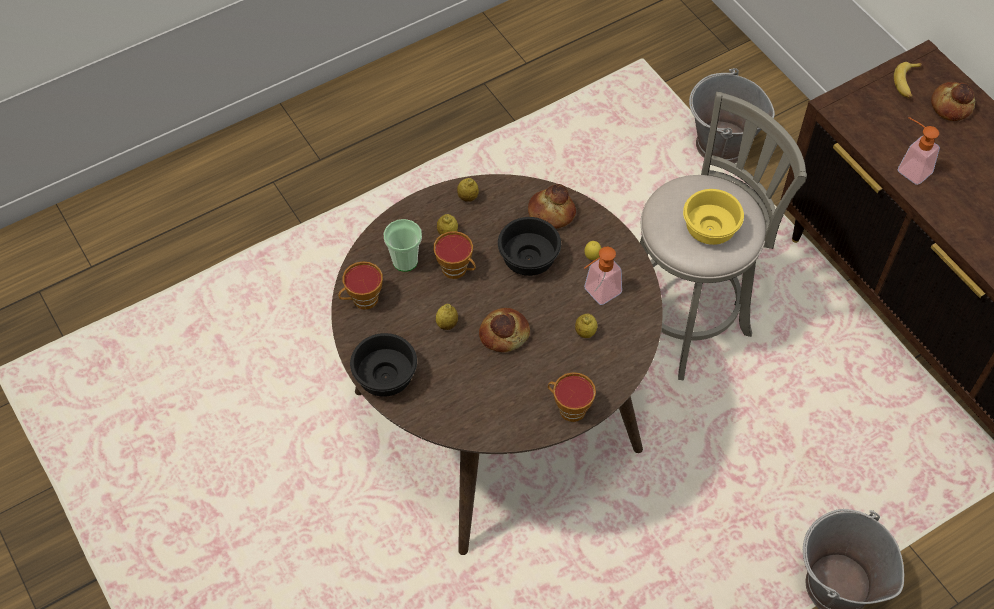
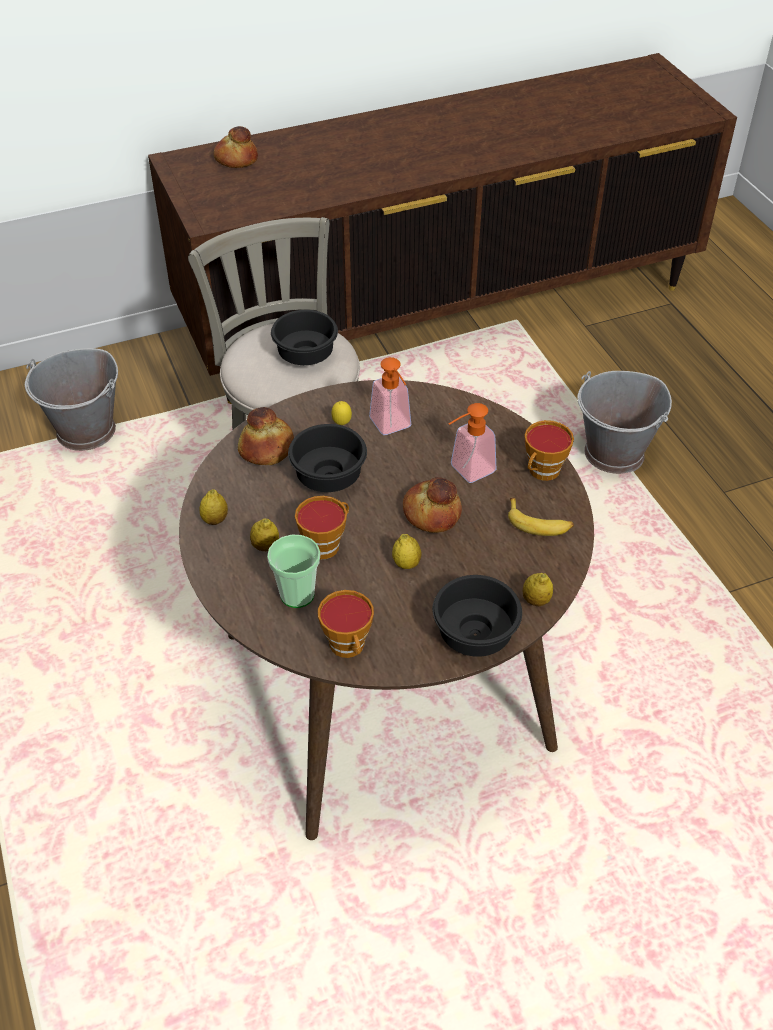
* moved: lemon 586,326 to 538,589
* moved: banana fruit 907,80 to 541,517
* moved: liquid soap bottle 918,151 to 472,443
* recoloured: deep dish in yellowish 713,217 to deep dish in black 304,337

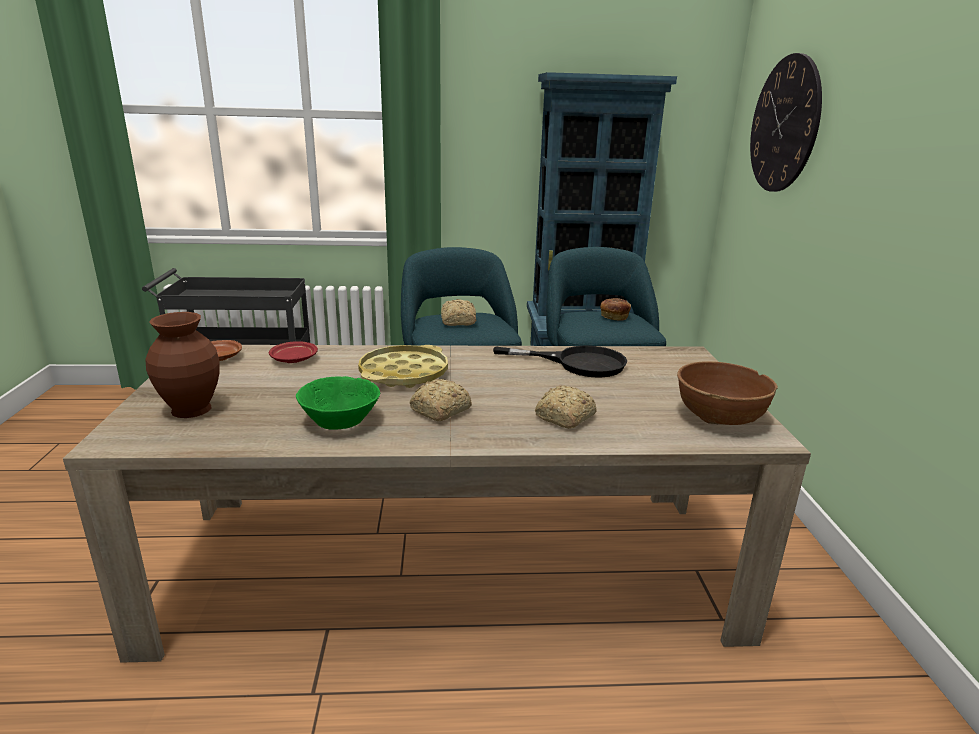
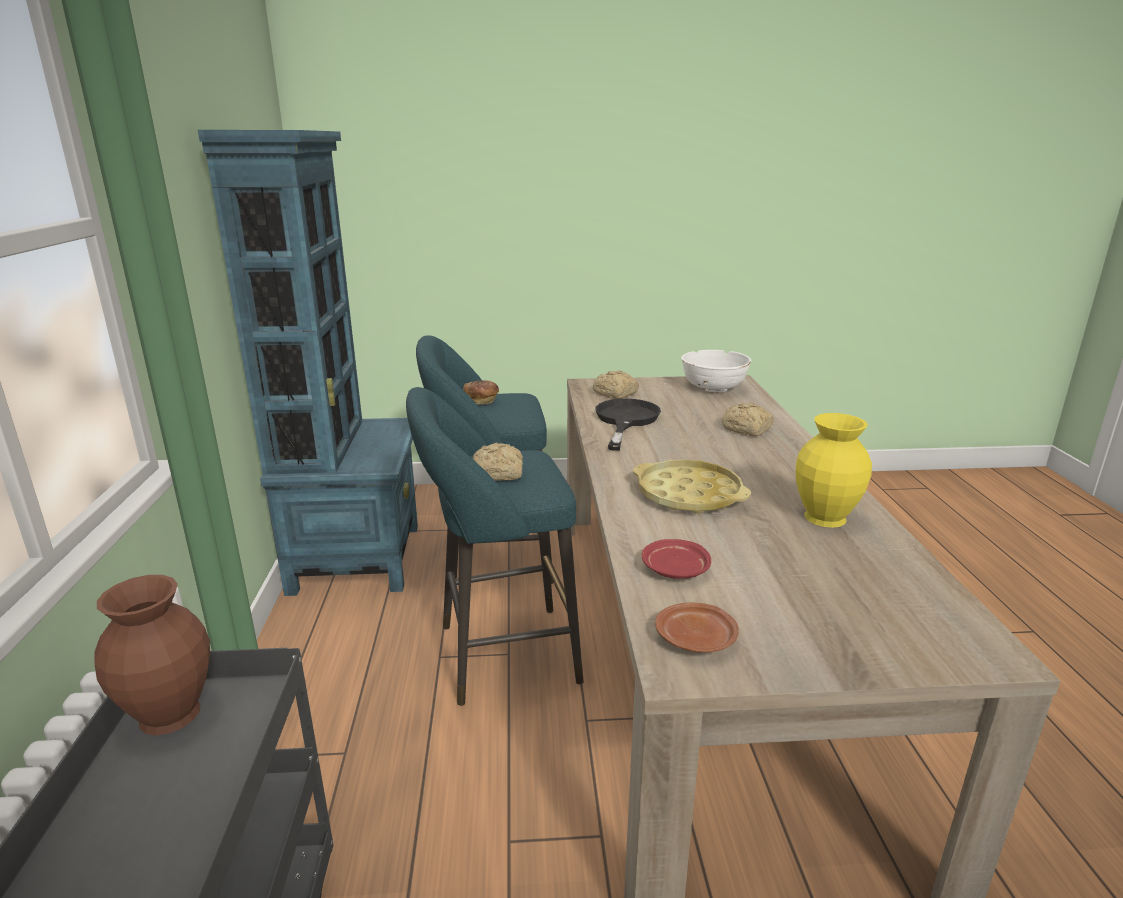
* removed: hanging clock 786,122
* moved: vase in brown-coloured 182,365 to 152,655
* moved: bread 440,400 to 616,384
* replaced: deep dish in green-coloured 338,403 to vase in yellowish 834,470
* recoloured: deep dish in brown-coloured 727,393 to deep dish in white-coloured 716,371

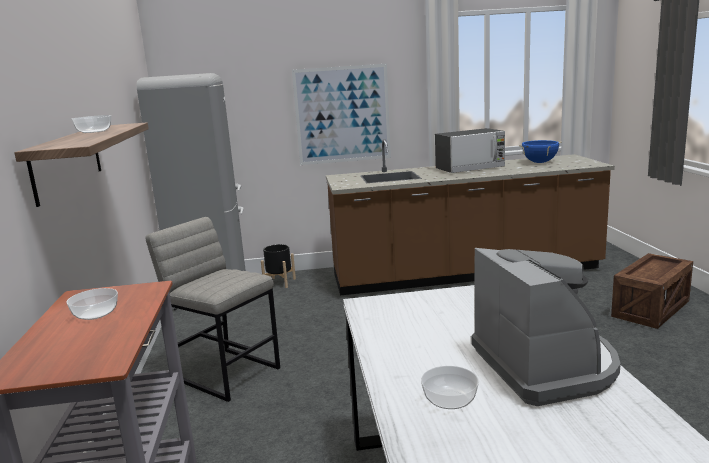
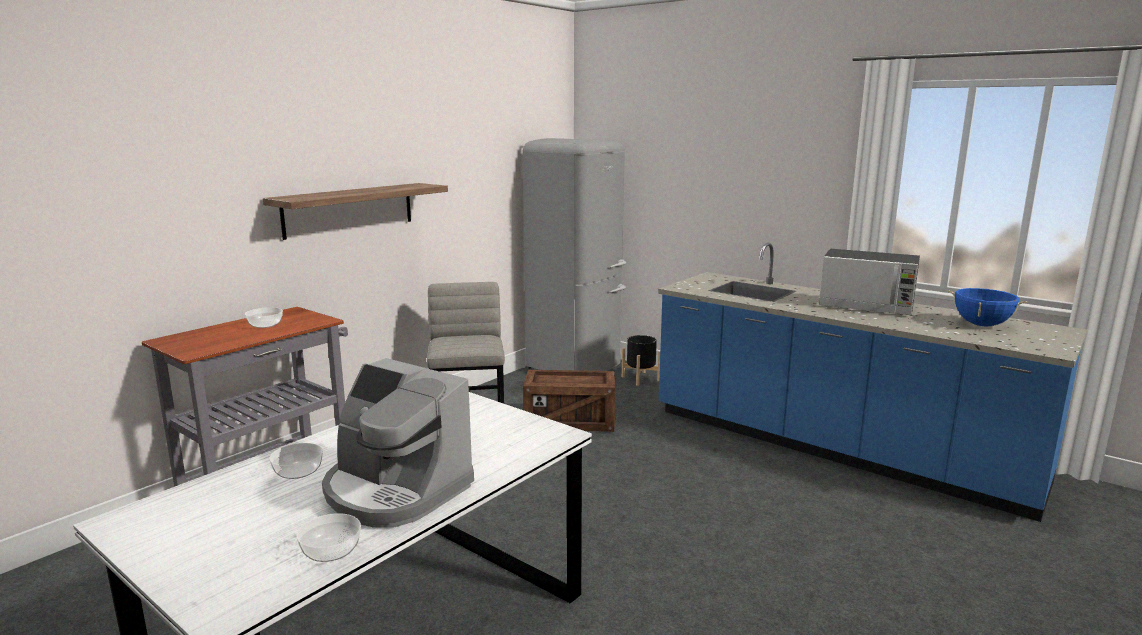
* removed: wall picture 341,114
* moved: deep dish 91,124 to 328,537
* moved: packing crate 652,291 to 569,401
* recoloured: kitchen counter in brown-coloured 470,217 to kitchen counter in blue 872,382
* turned: coffee maker 546,327 = 398,443 90 degrees clockwise

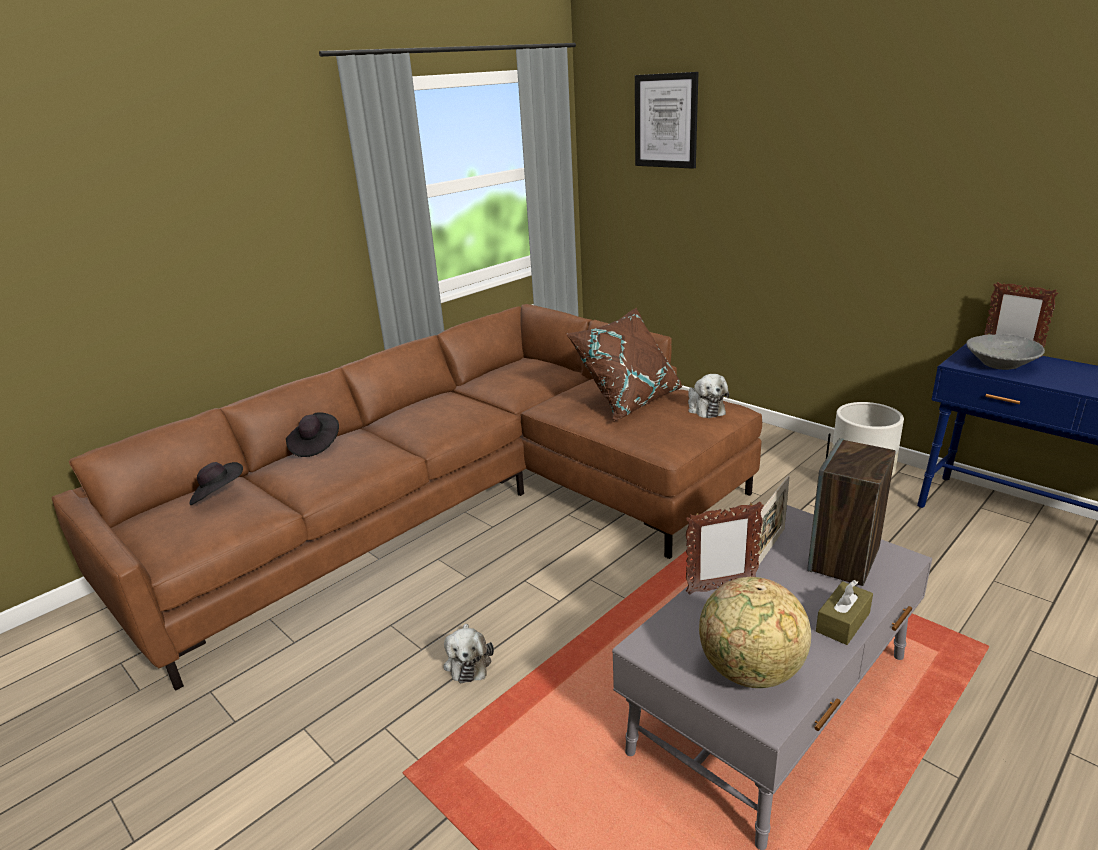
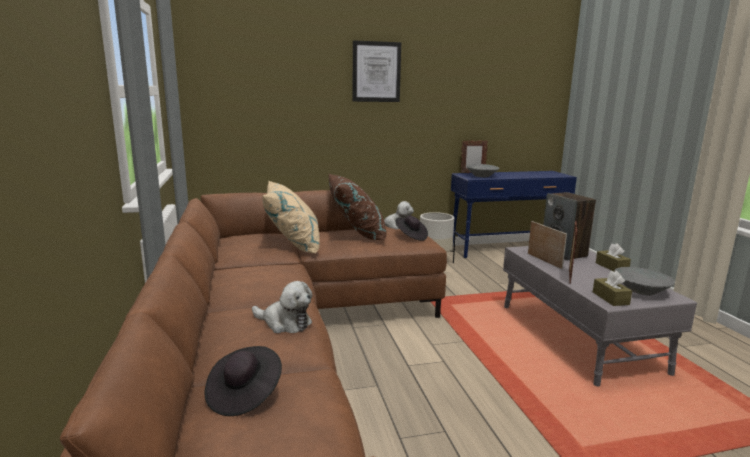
* added: cushion in sand-coloured 291,217
* added: tissue holder in brown-coloured 612,288
* moved: wearable hat in black 312,434 to 412,228
* moved: soft toy 468,653 to 282,307
* moved: wall picture 666,120 to 377,71
* replaced: globe 755,632 to deep dish in gray 644,281

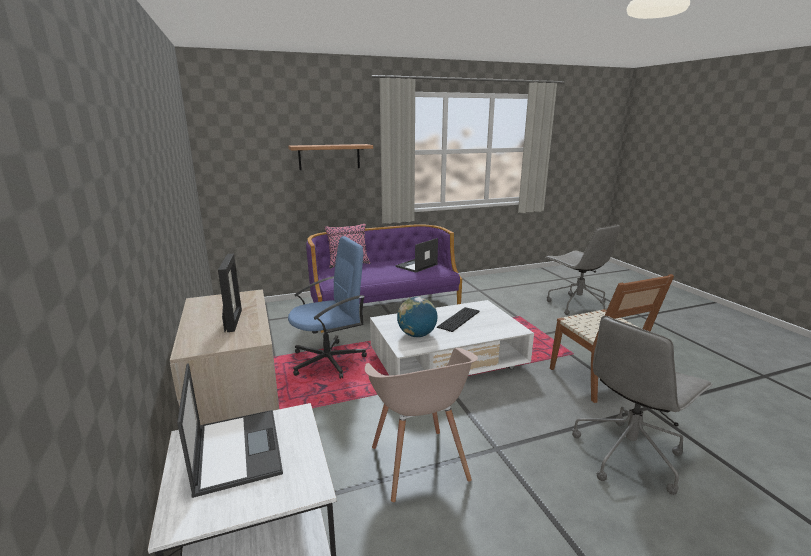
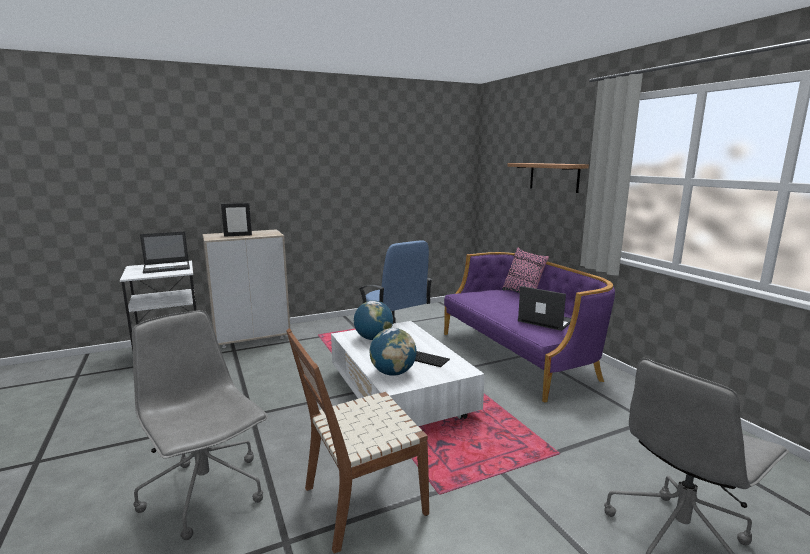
* removed: plain chair in sand-coloured 421,425
* added: globe 393,352

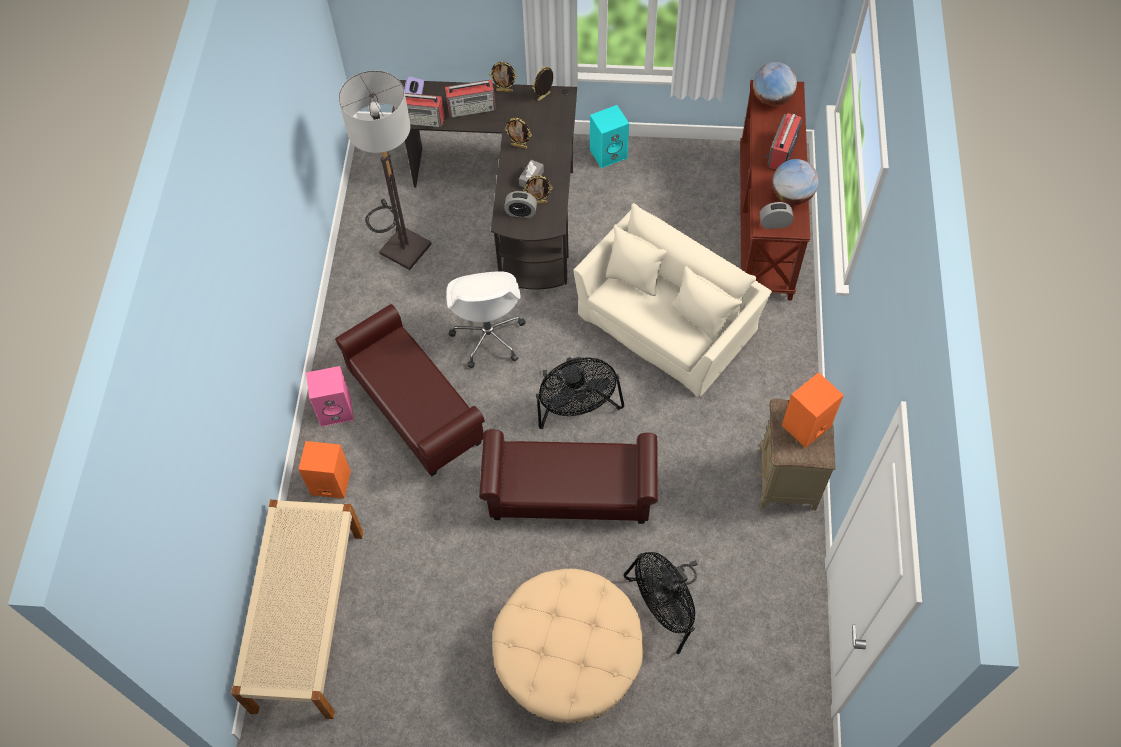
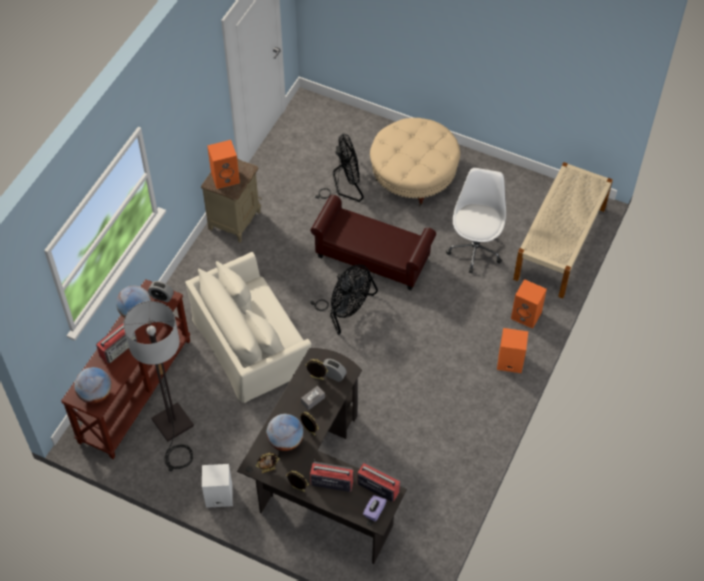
* removed: pouffe in brown-coloured 410,390
* added: globe 285,432
* moved: standard lamp 385,170 to 158,387
* moved: desk chair in white-coloured 486,319 to 476,220
* recoloured: audio speaker in pinkish 330,396 to audio speaker in orangey 512,350
* recoloured: audio speaker in turquoise-coloured 609,136 to audio speaker in white-coloured 217,486
* turned: electric fan in black 580,393 = 344,300 120 degrees clockwise

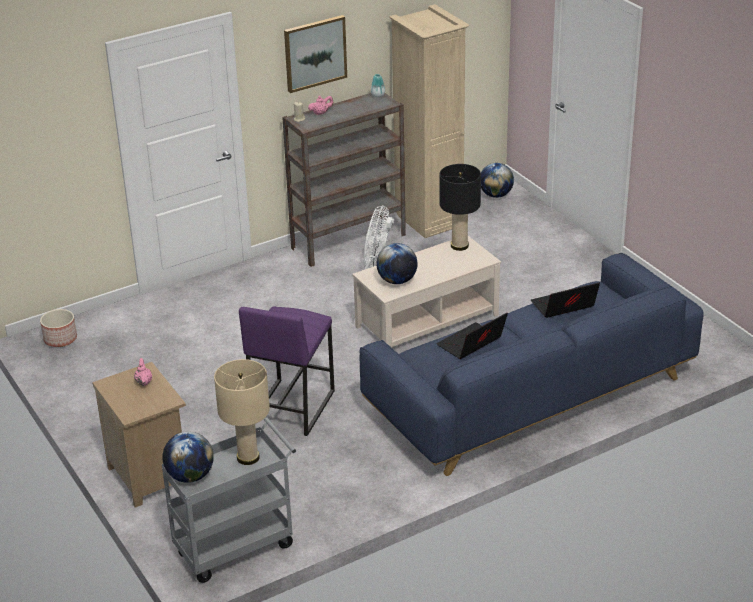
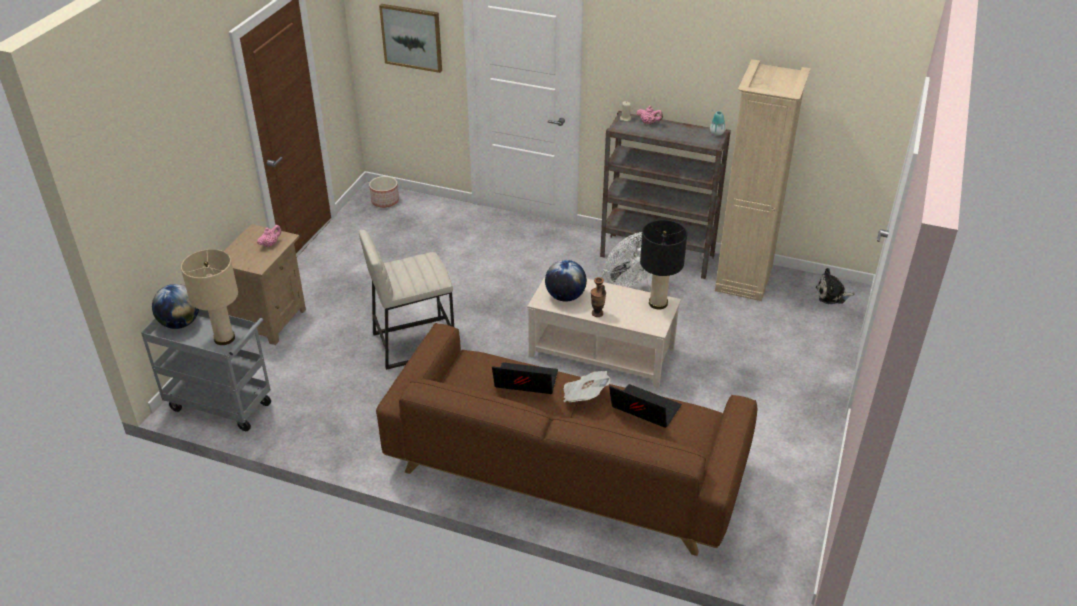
* added: daily paper 587,386
* added: vase 598,297
* moved: wall picture 315,54 to 410,38
* replaced: globe 497,180 to soft toy 835,286
* recoloured: stool seat in purplish 287,371 to stool seat in sand-coloured 406,300
* recoloured: sofa in blue 532,364 to sofa in brown-coloured 566,439

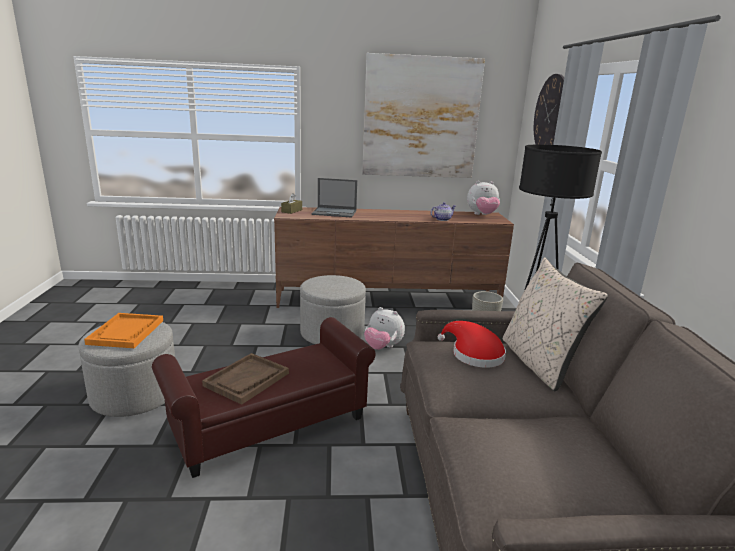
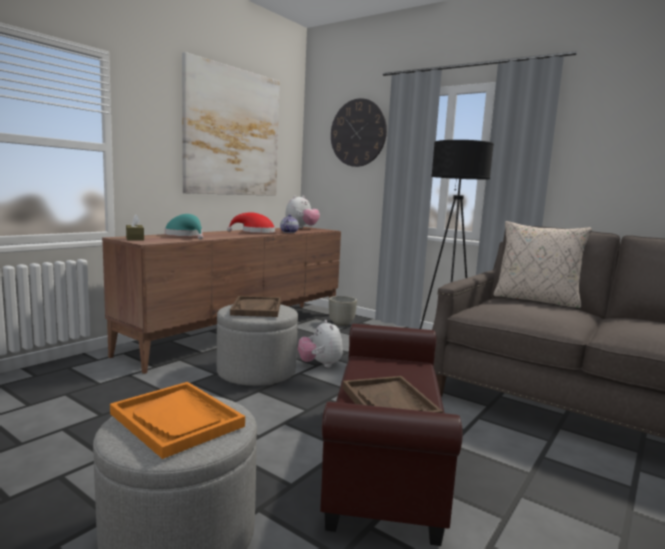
* added: serving tray in brown-coloured 255,306
* moved: wearable hat in reddish 472,344 to 251,222
* replaced: portable computer 334,198 to wearable hat in turquoise-coloured 184,227
* turned: soft toy 384,328 = 320,344 90 degrees clockwise

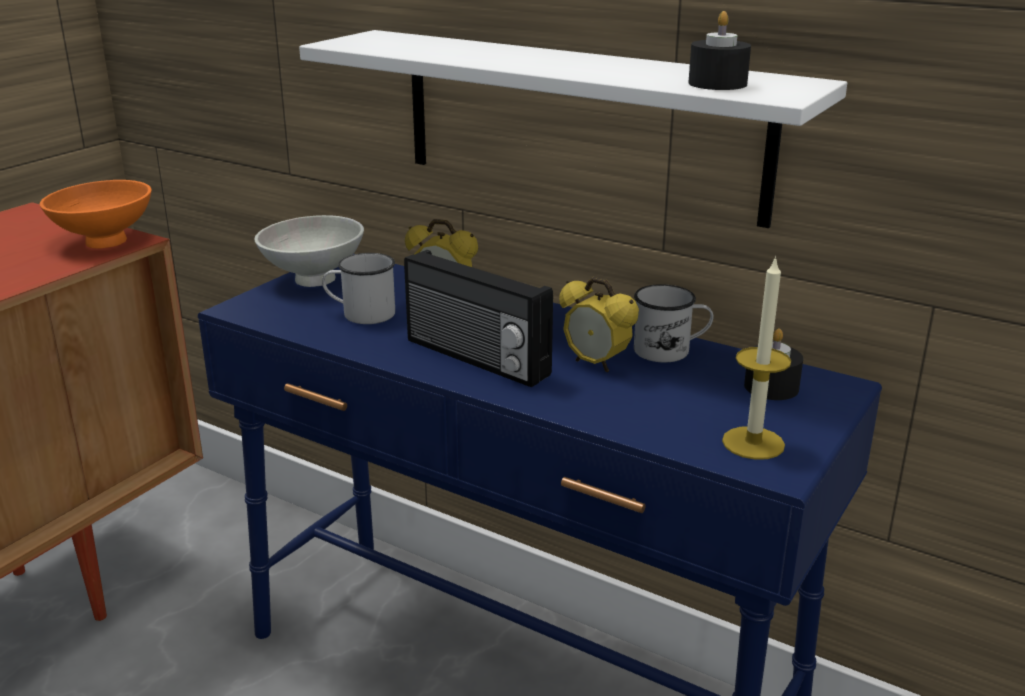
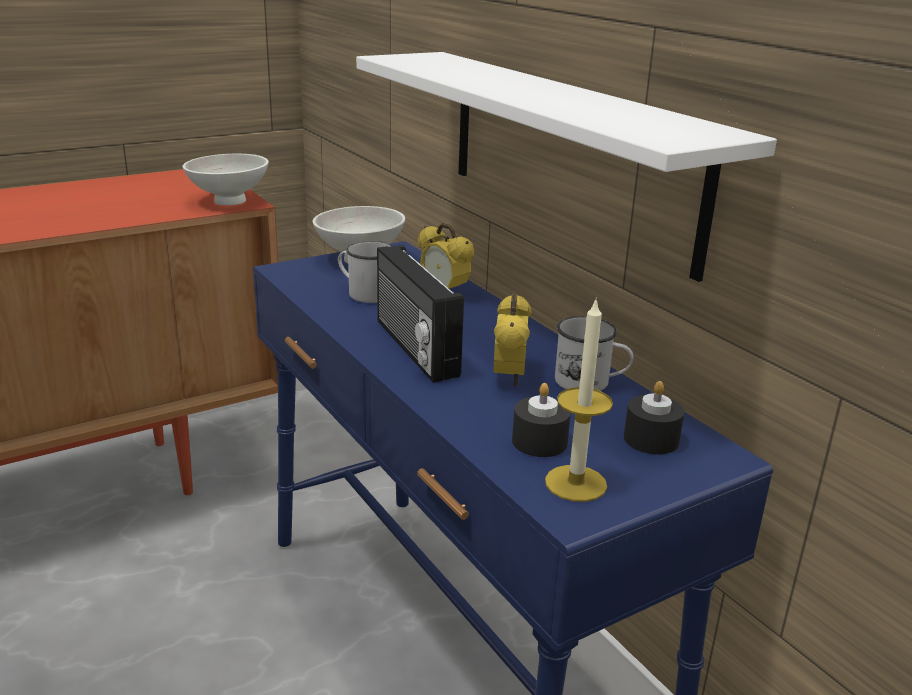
* moved: wax candle in black 719,50 to 541,420
* recoloured: deep dish in orangey 95,214 to deep dish in white-coloured 226,179
* turned: alarm clock 599,325 = 513,340 150 degrees counterclockwise

